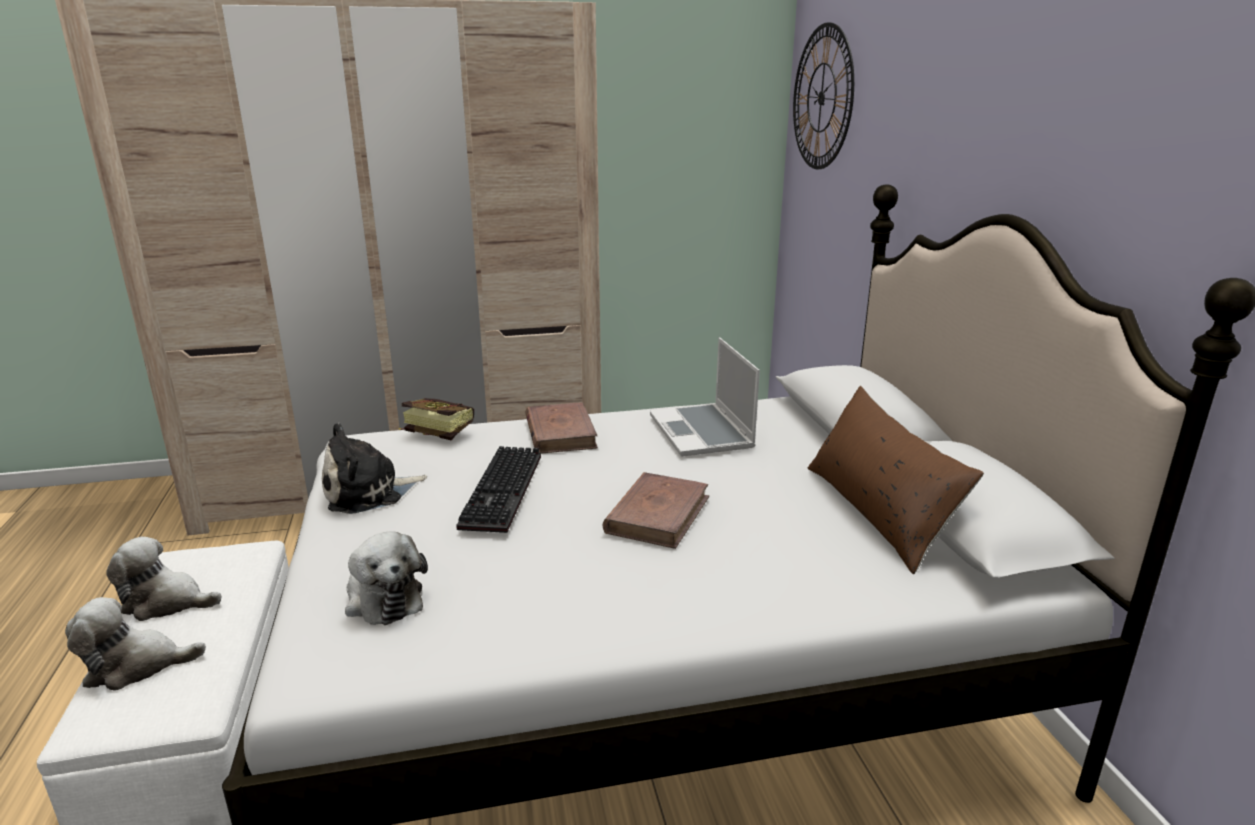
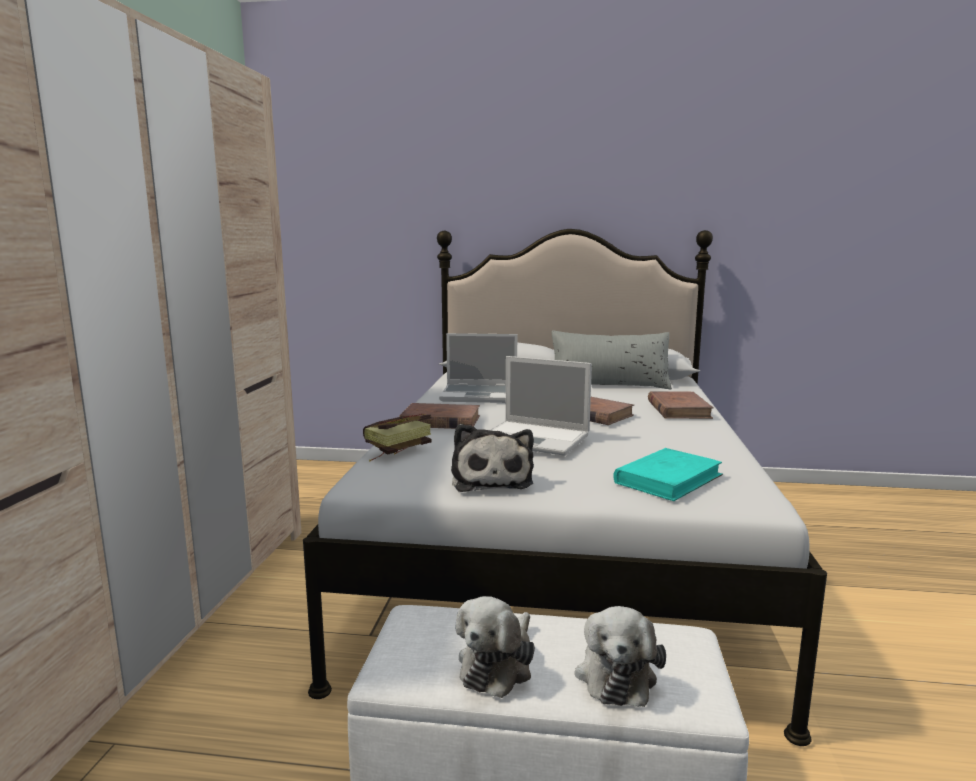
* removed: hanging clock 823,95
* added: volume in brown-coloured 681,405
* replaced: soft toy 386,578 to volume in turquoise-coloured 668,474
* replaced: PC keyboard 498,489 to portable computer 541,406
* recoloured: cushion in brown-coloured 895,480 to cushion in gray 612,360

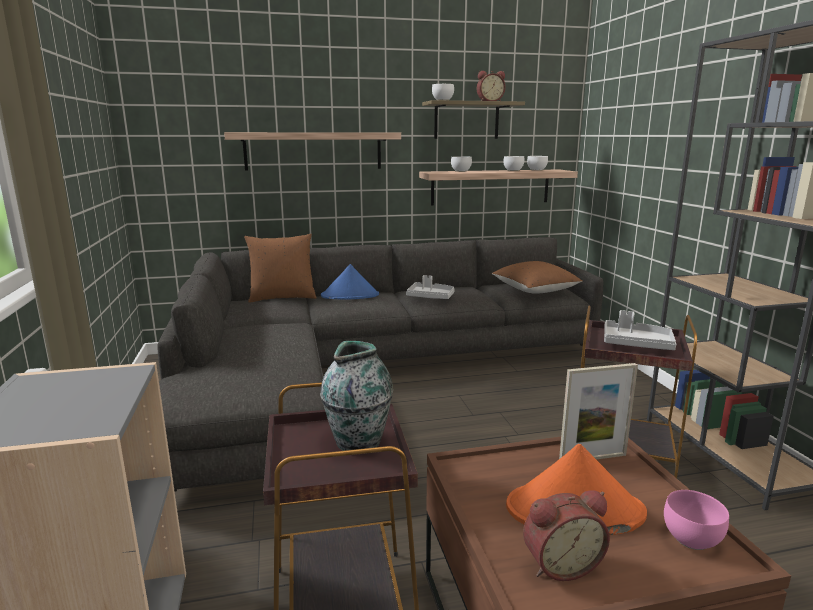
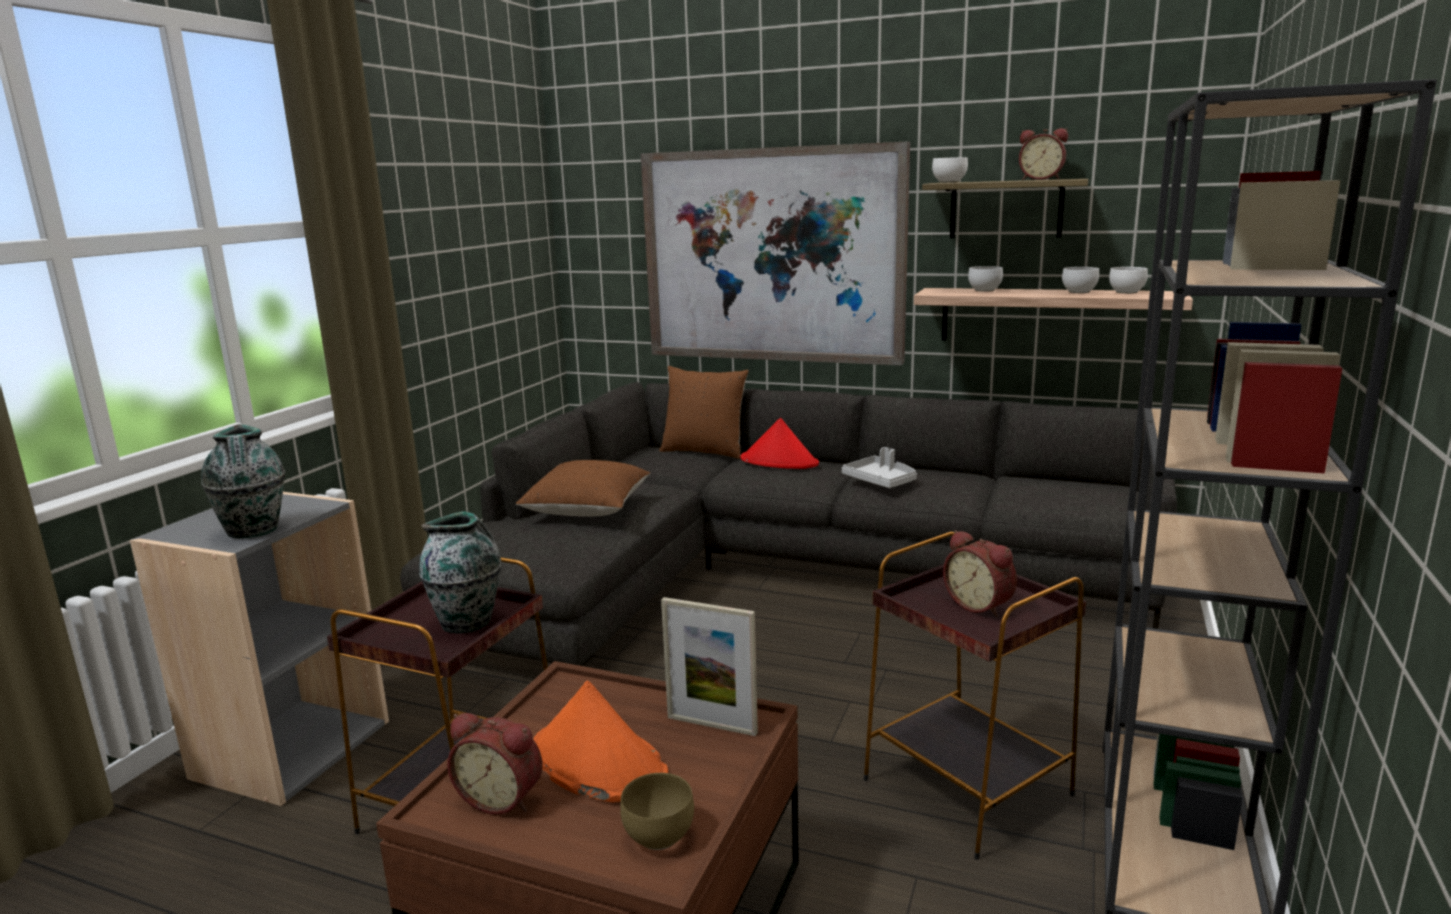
* added: vase 243,481
* moved: cushion in brown-coloured 537,277 to 583,488
* replaced: bracket shelf 312,151 to wall picture 775,254
* replaced: serving tray in gray 640,330 to alarm clock 980,573
* recoloured: wearable hat in blue 350,282 to wearable hat in reddish 780,443
* recoloured: deep dish in pinkish 696,520 to deep dish in brown-coloured 657,811

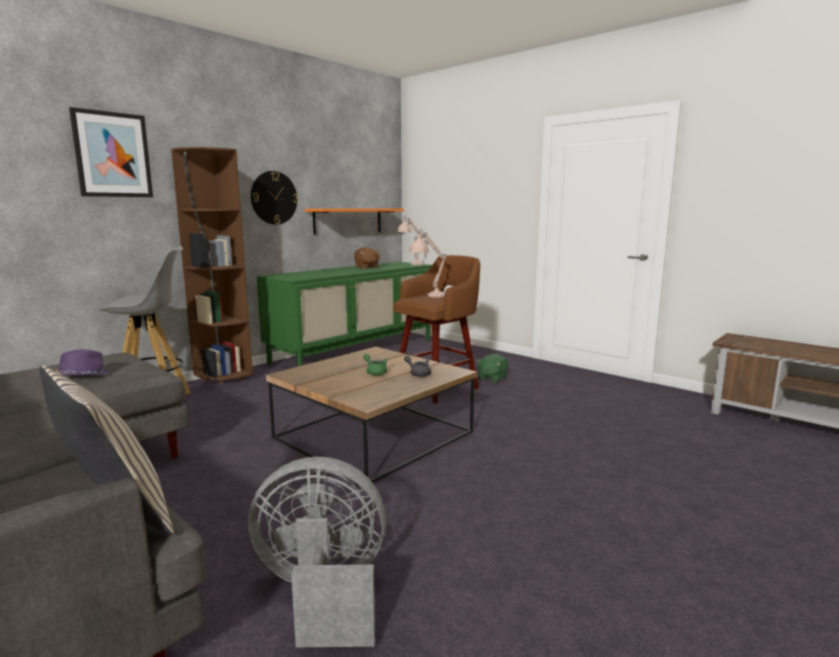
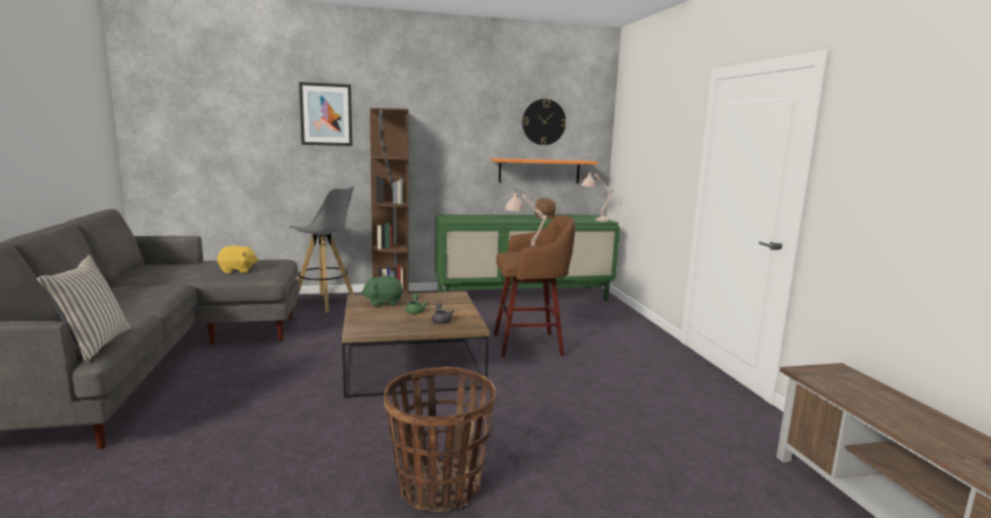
* removed: electric fan in gray 317,552
* added: basket 440,439
* moved: hanging clock 274,198 to 544,122
* moved: soft toy in green-coloured 492,368 to 382,291
* replaced: wearable hat in purplish 83,362 to soft toy in yellowish 238,259

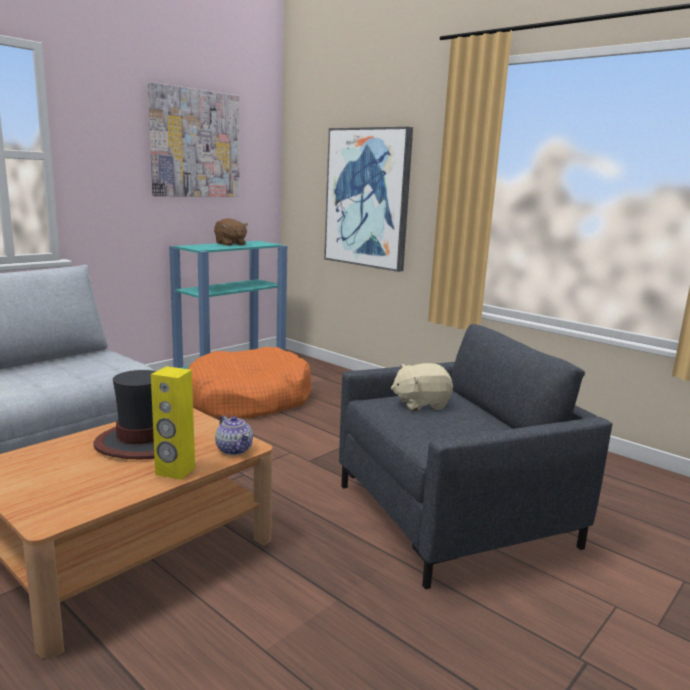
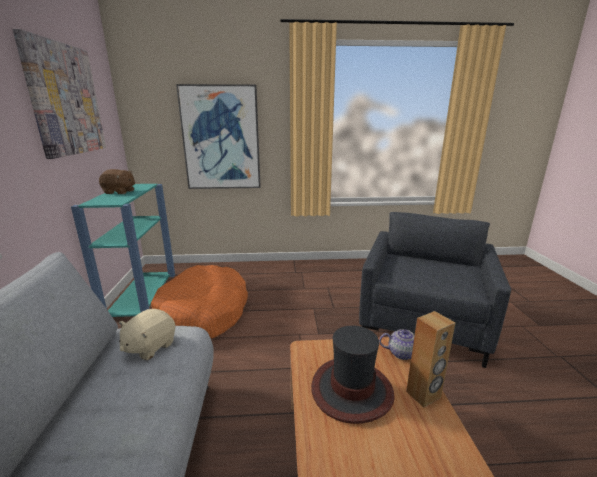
* moved: soft toy in sand-coloured 422,387 to 147,334
* recoloured: audio speaker in yellowish 173,423 to audio speaker in brown-coloured 430,359

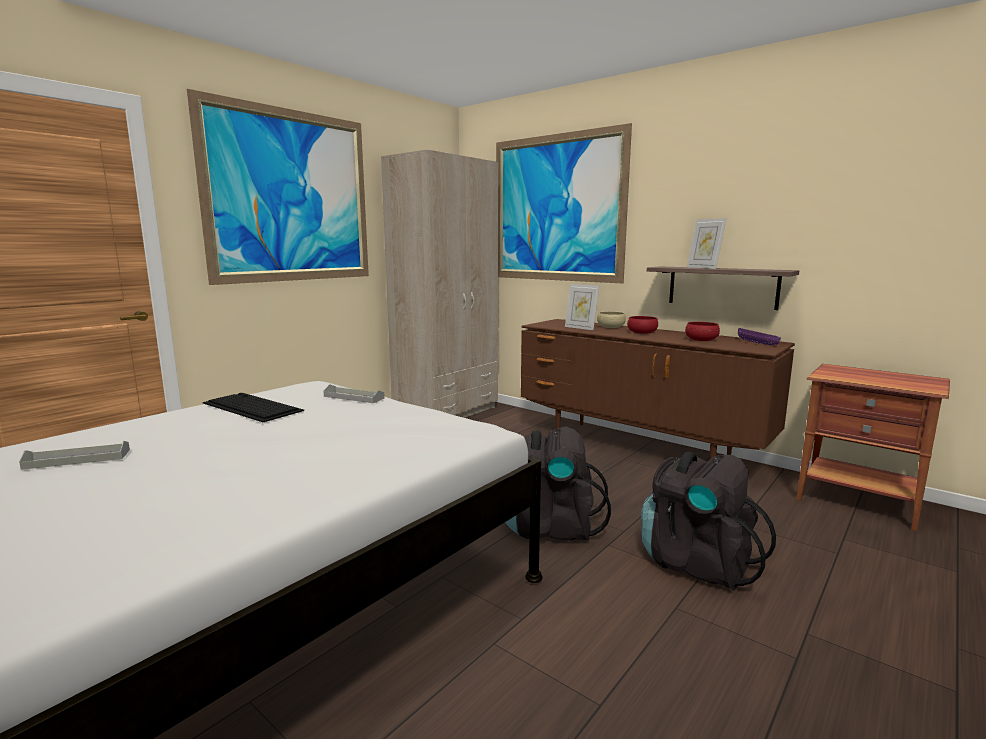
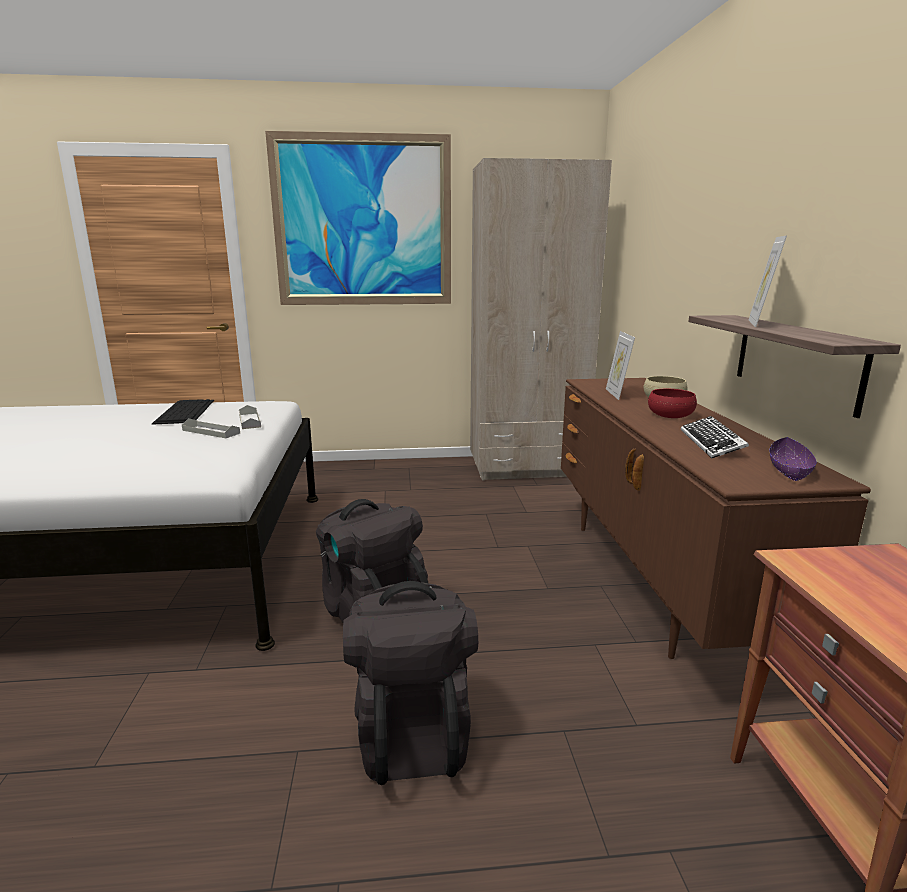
* removed: wall picture 564,203
* moved: serving tray in gray 74,455 to 211,428
* replaced: deep dish in reddish 702,331 to PC keyboard 715,437

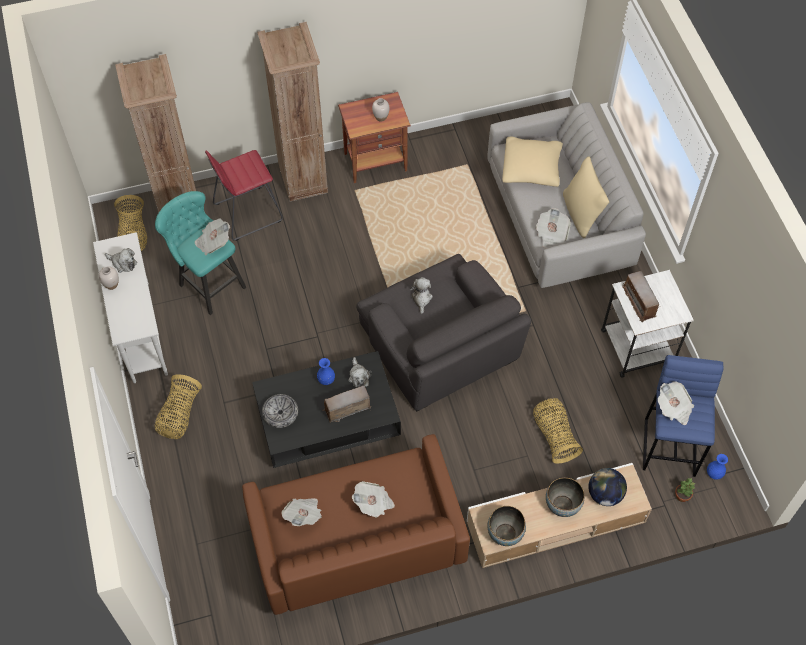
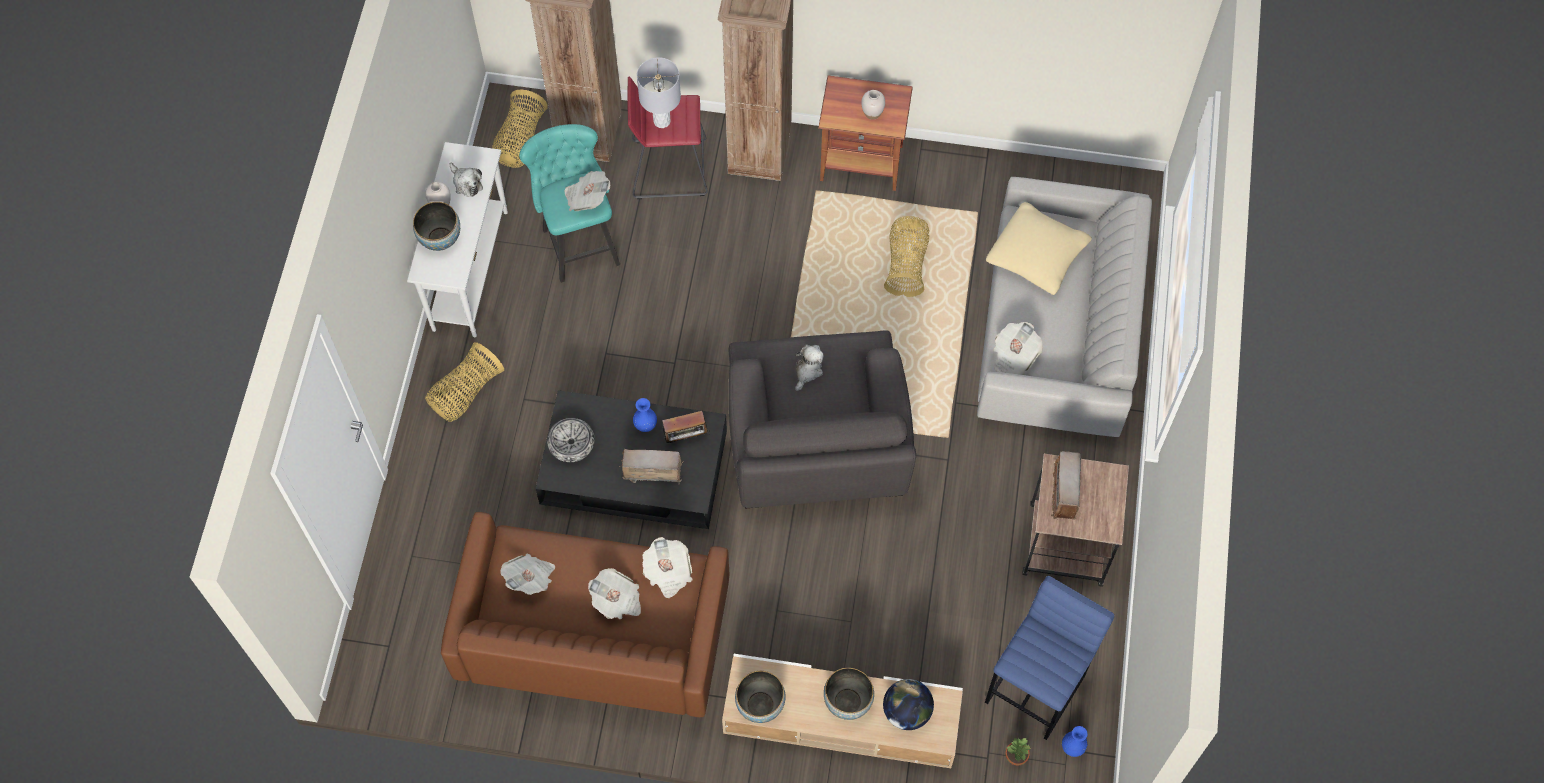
* removed: cushion in sand-coloured 586,197
* added: deep dish 436,226
* added: tabletop lamp in gray 659,92
* moved: basket 558,431 to 906,256
* moved: daily paper 676,403 to 667,567
* replaced: soft toy 360,372 to radio set 686,427
* recoloured: trolley in white-coloured 647,324 to trolley in brown-coloured 1075,520

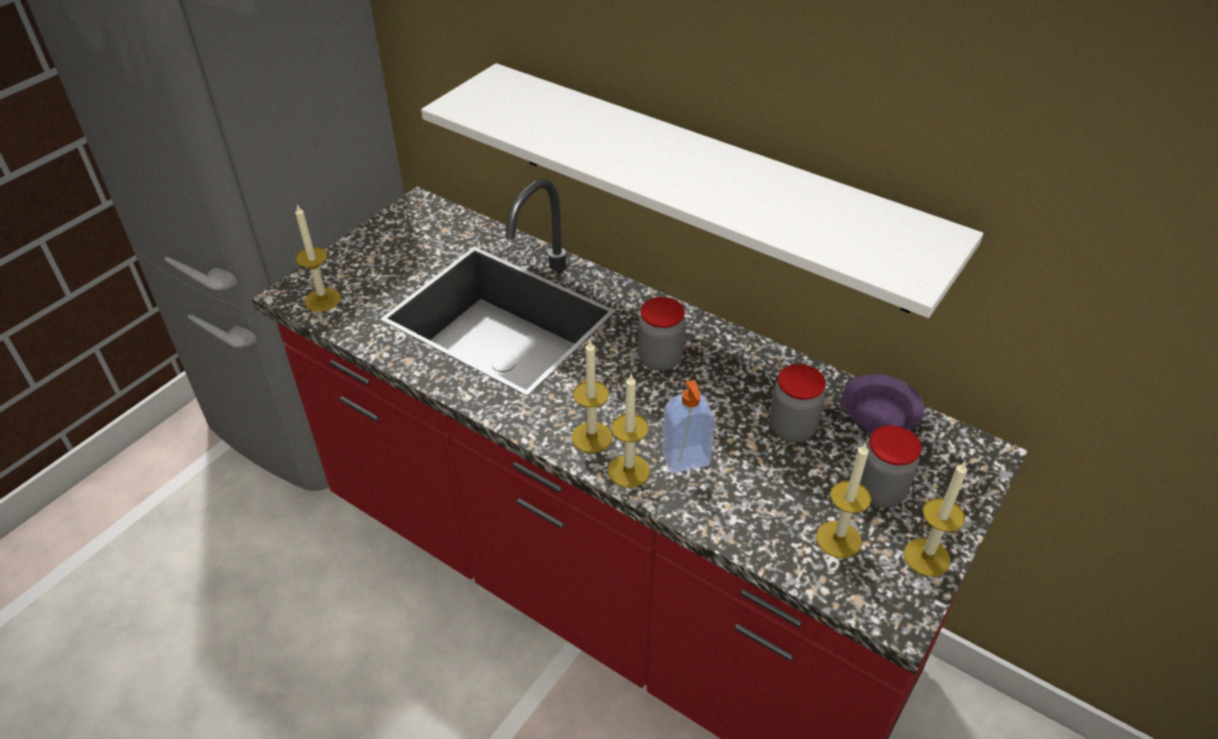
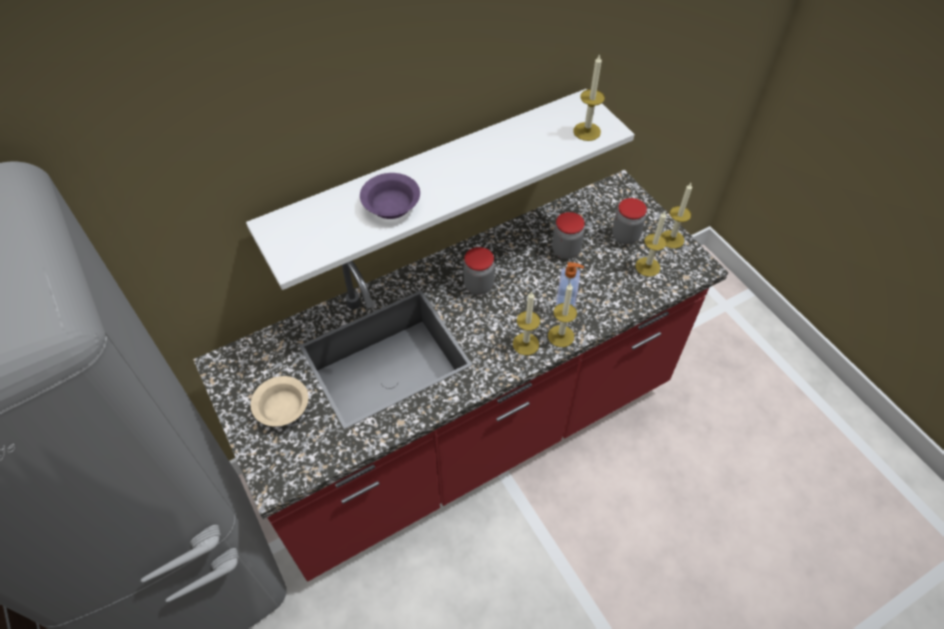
* added: deep dish in sand-coloured 279,401
* moved: wax candle 318,258 to 589,97
* moved: deep dish in purplish 883,404 to 390,196

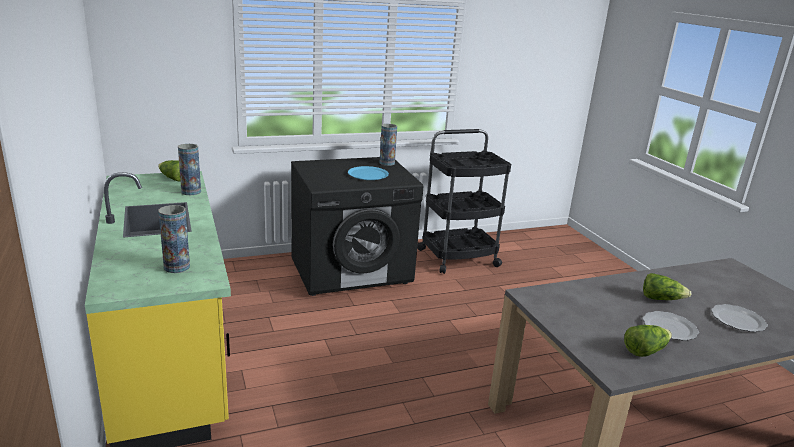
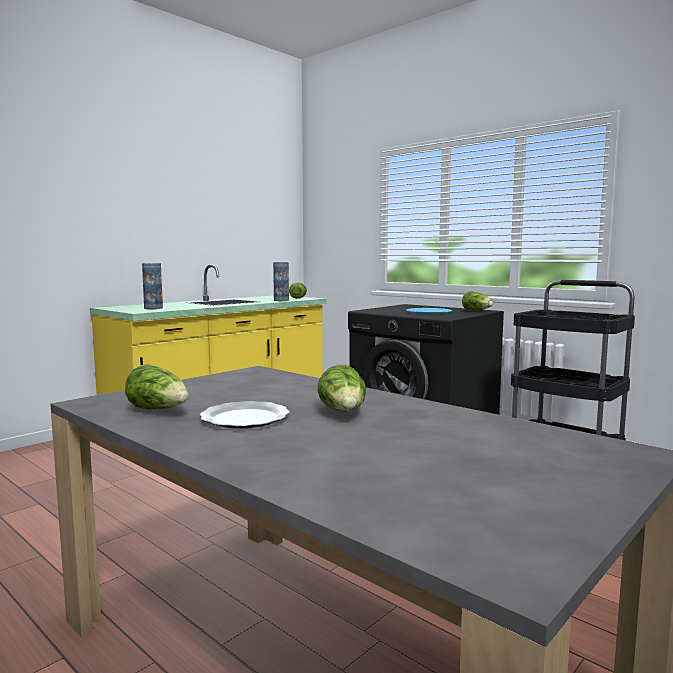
* removed: dinner plate 739,318
* replaced: vase 388,145 to lettuce 477,301

